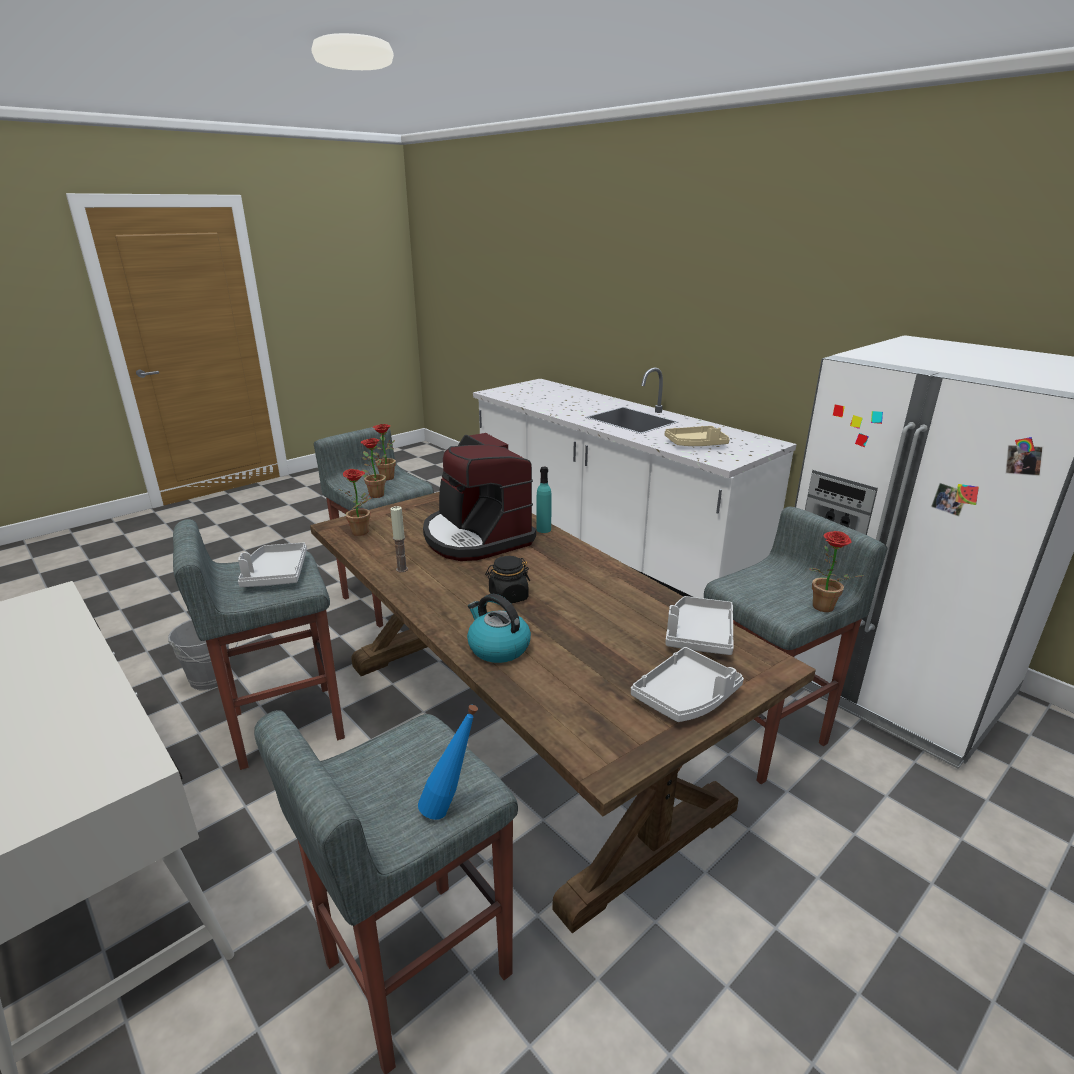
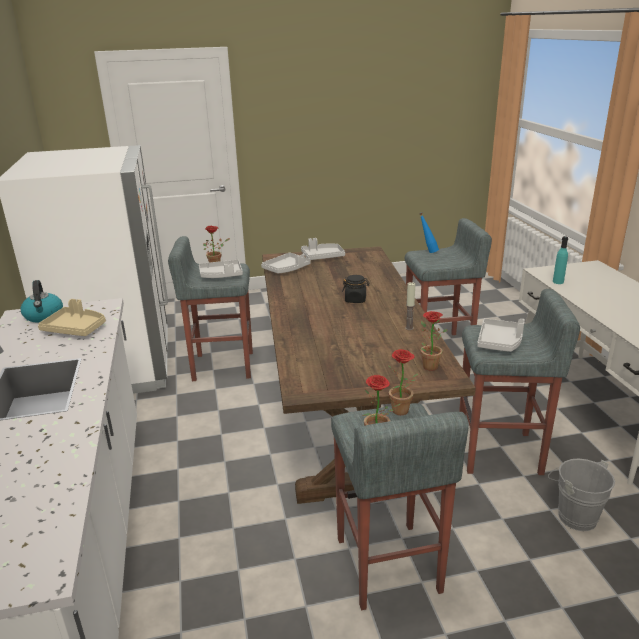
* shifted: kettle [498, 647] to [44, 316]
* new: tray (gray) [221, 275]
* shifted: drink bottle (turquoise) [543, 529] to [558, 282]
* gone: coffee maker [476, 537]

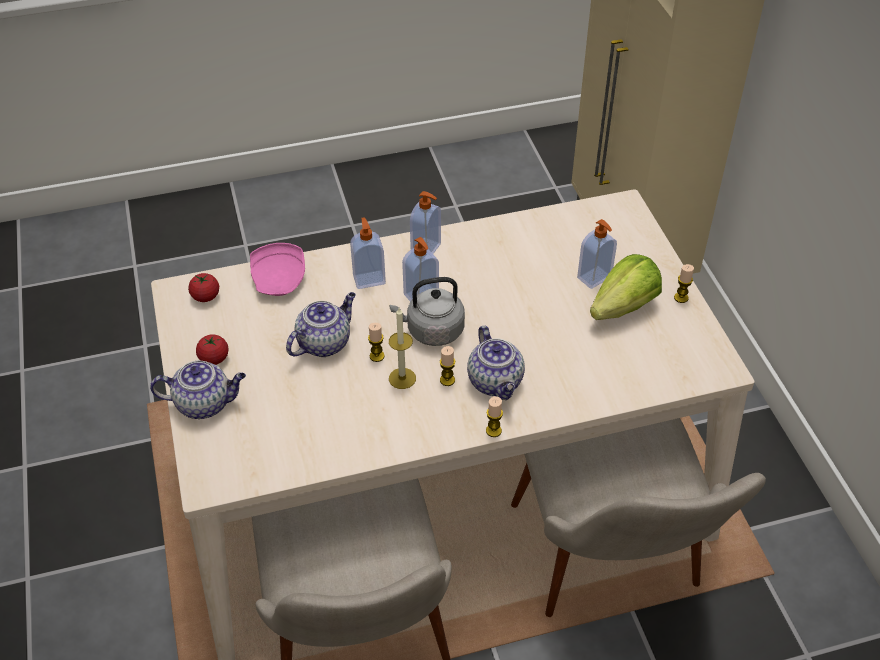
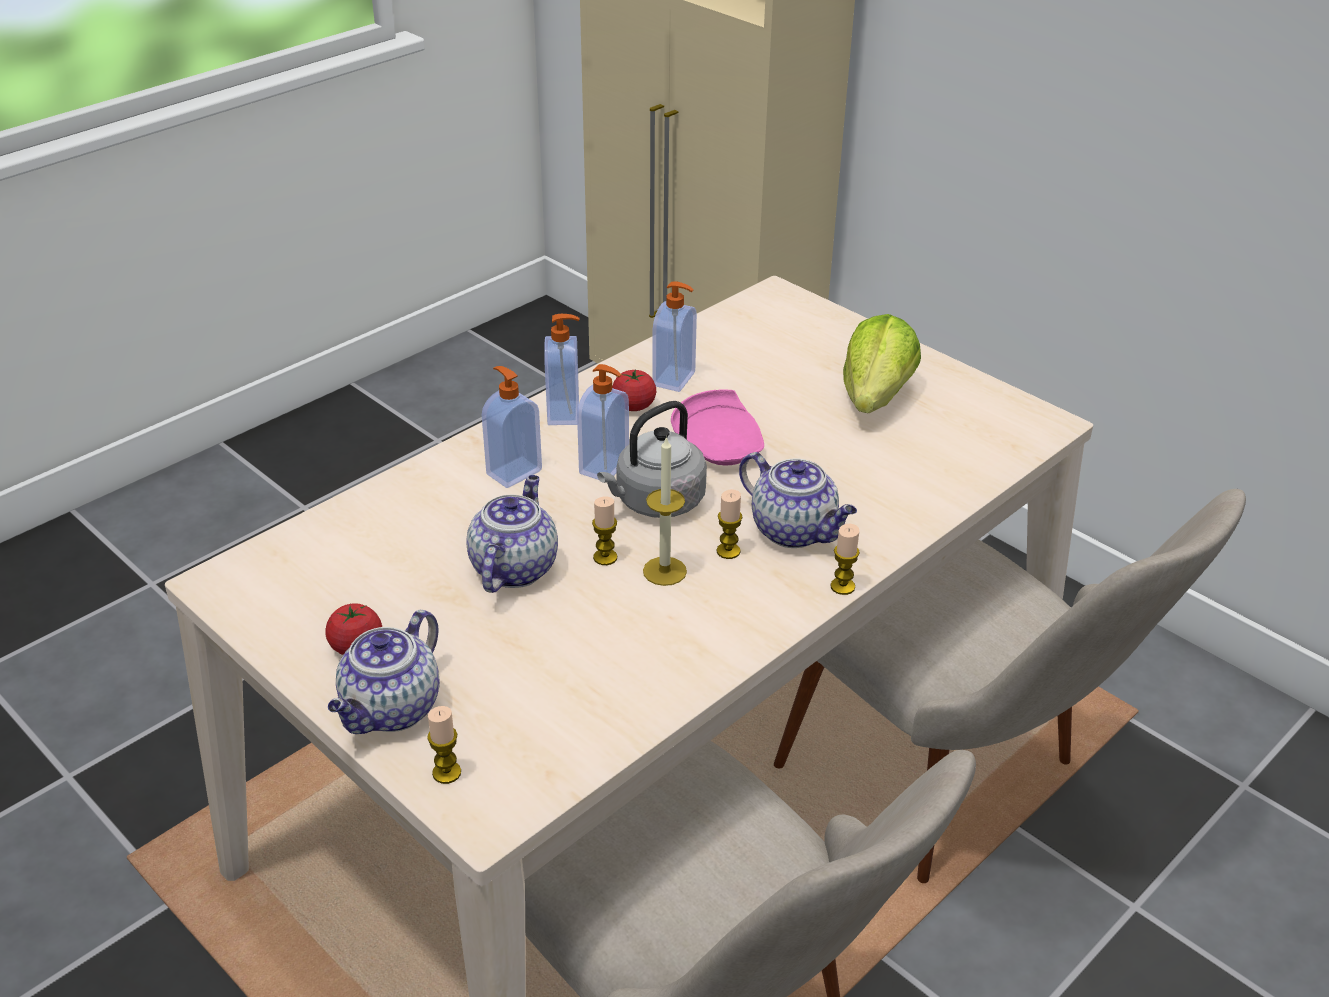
* rotated: pot for tea [205, 403] = [391, 710] 150 degrees clockwise
* shifted: wax light [681, 298] to [446, 773]
* shifted: fresh tomato [205, 296] to [634, 406]
* shifted: soap dispenser [595, 278] to [675, 379]
* shifted: plate (pink-coloured) [280, 280] to [720, 446]

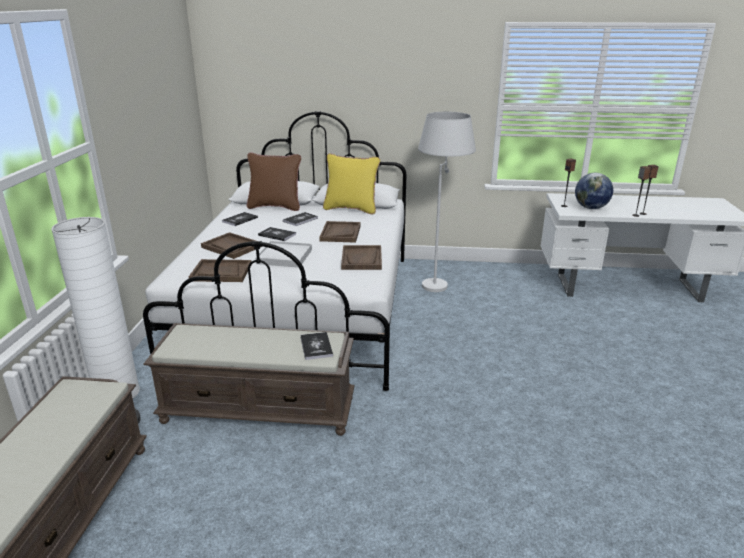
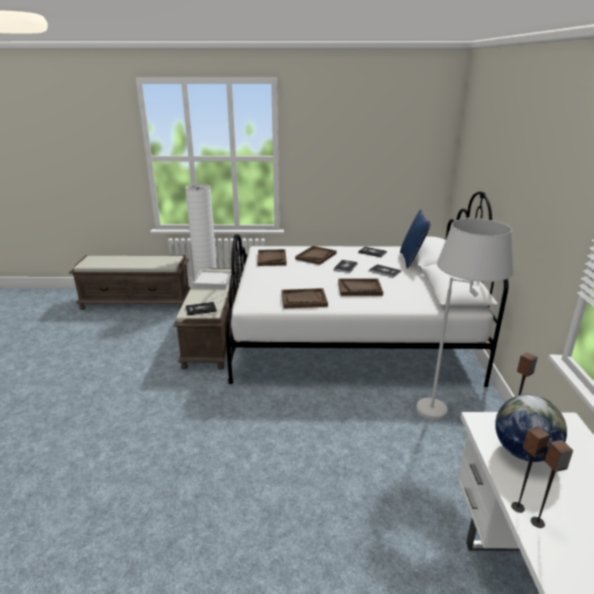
* shifted: tray (whitish) [284, 256] to [213, 281]
* repainted: throw pillow (brownish) [275, 207] to throw pillow (blue) [411, 260]
* gone: throw pillow (yellow) [351, 209]

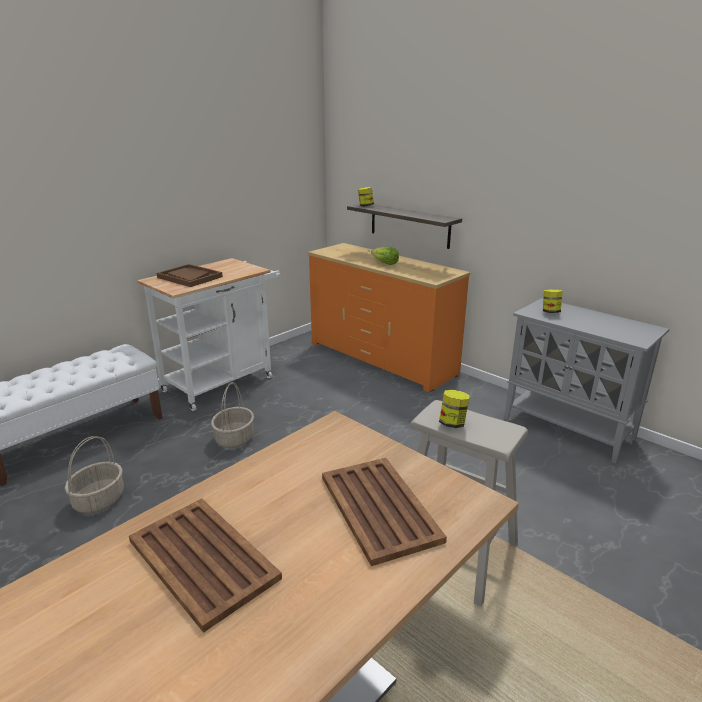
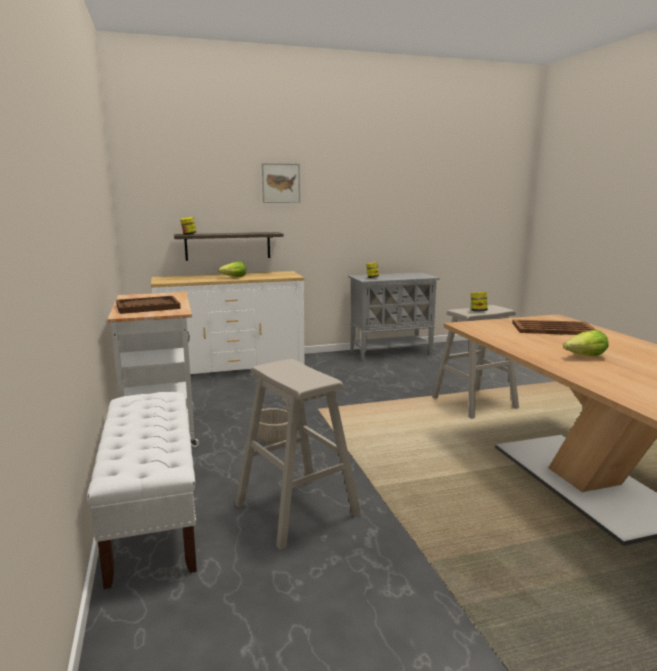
* repainted: chest of drawers (orange-coloured) [382, 358] to chest of drawers (whitish) [232, 367]
* swapped: household basket [99, 499] to stool seat (sand-coloured) [296, 509]
* new: picture [281, 183]
* swapped: tray (brownish) [203, 560] to lettuce head [585, 356]

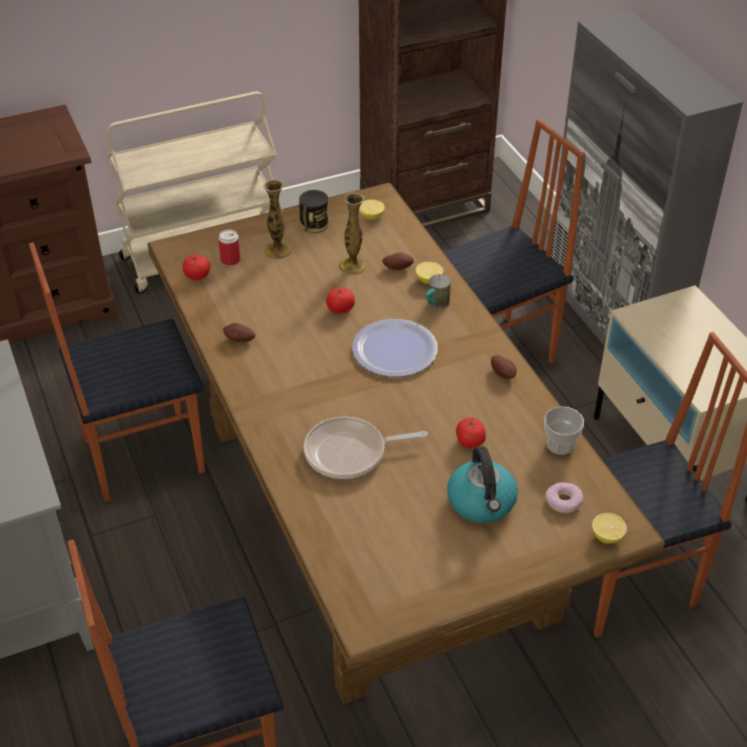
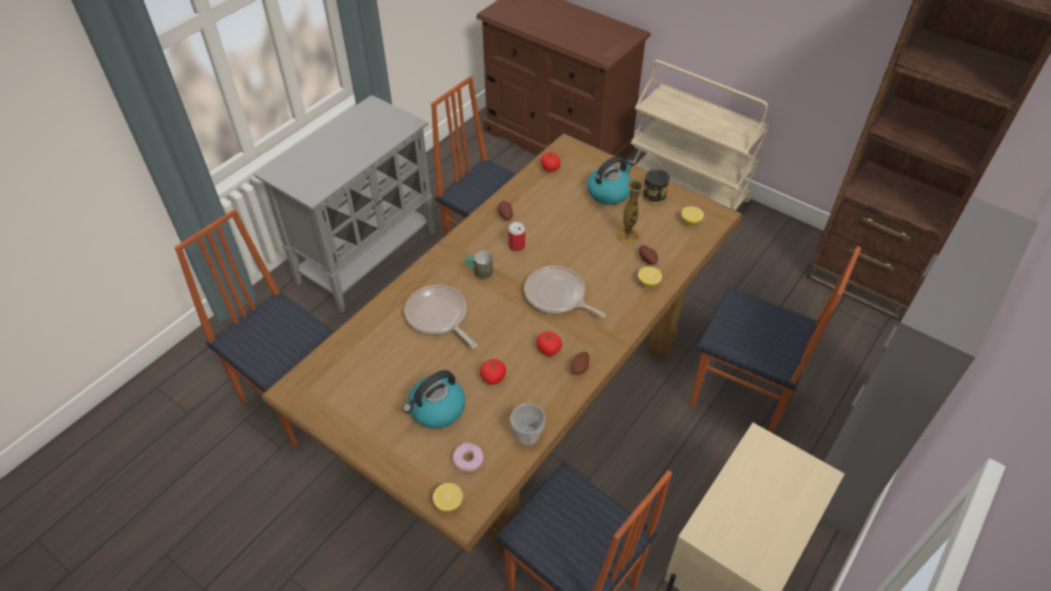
* shifted: tea mug [435, 305] to [479, 273]
* shifted: metal can [230, 260] to [516, 246]
* swapped: plate [395, 350] to pan [557, 296]
* shifted: fresh tomato [340, 309] to [548, 350]
* swapped: vase [278, 250] to kettle [609, 192]

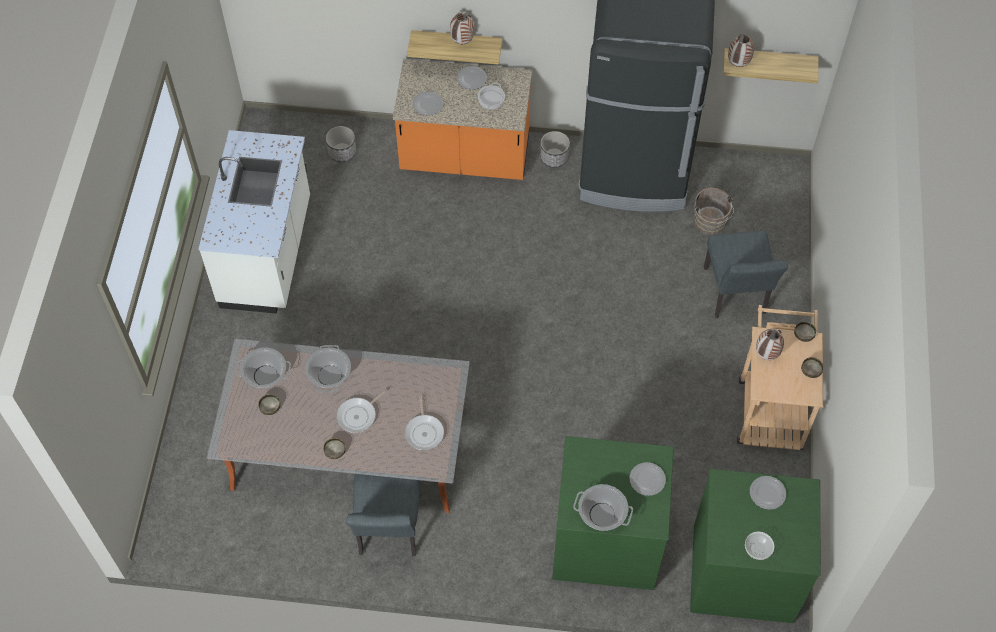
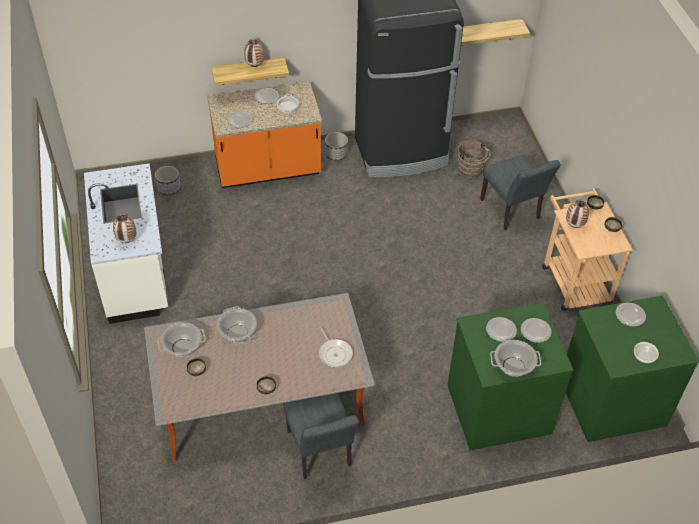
* shifted: vase [738, 64] to [127, 241]
* new: plate [501, 330]
* gone: pan [358, 415]

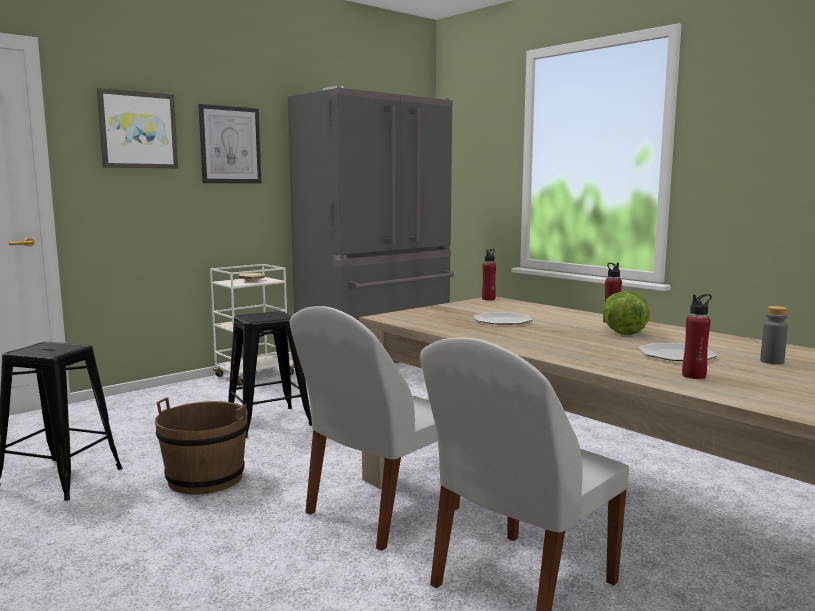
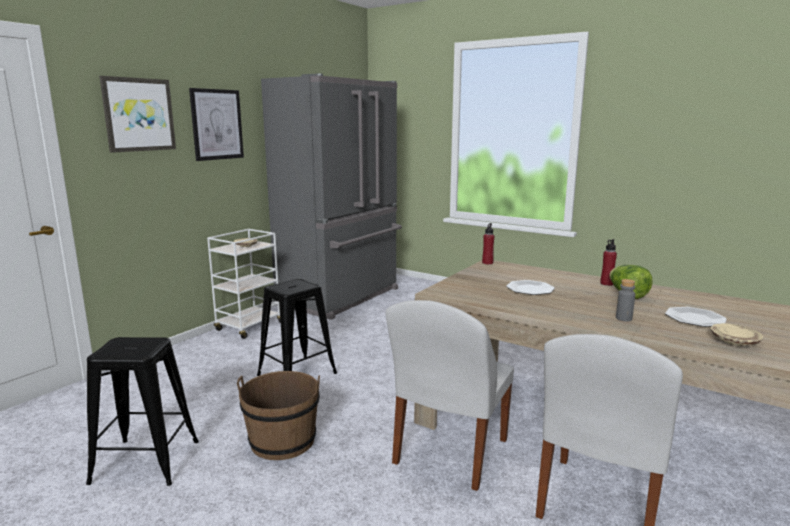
* shifted: drink bottle (gray) [772, 361] to [623, 318]
* swapped: drink bottle (red-coloured) [694, 376] to plate (sand-coloured) [734, 341]

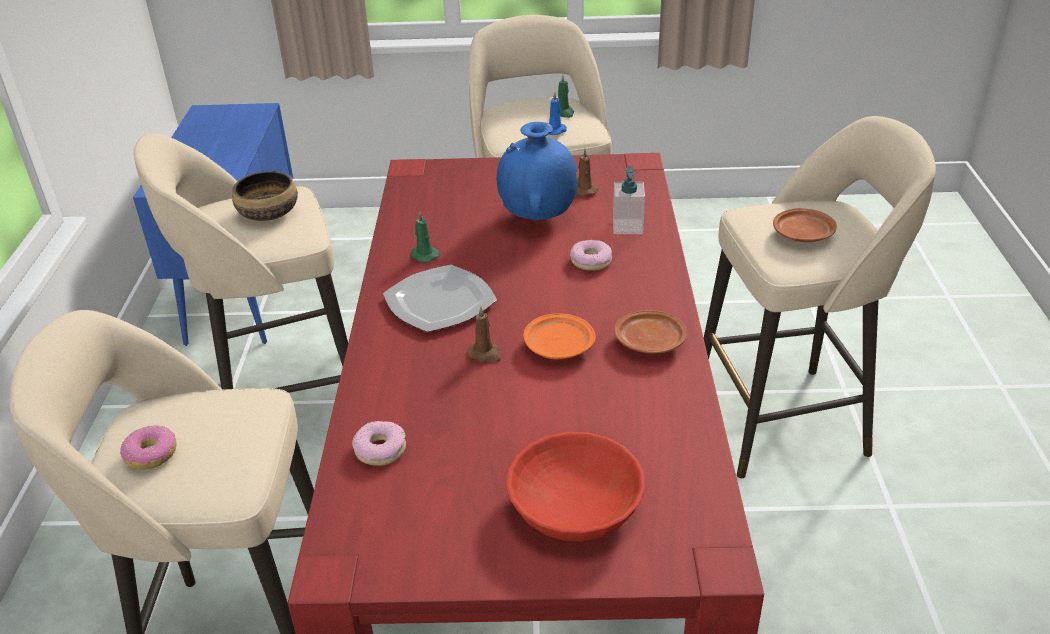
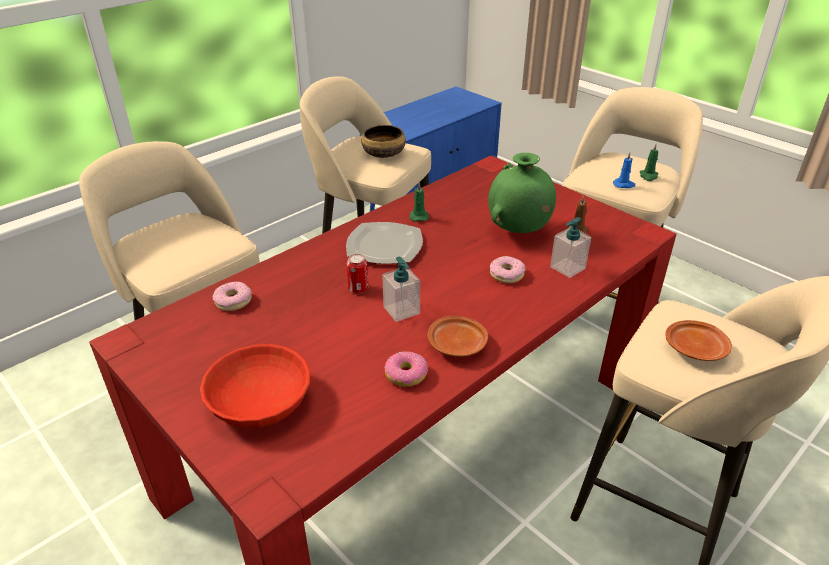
* swapped: wax light (brownish) [485, 354] to metal can [358, 288]
* swapped: plate (orange-coloured) [558, 346] to soap dispenser [401, 310]
* shifted: doughnut [151, 455] to [406, 375]
* repainted: vase (blue) [538, 218] to vase (green-coloured) [518, 231]

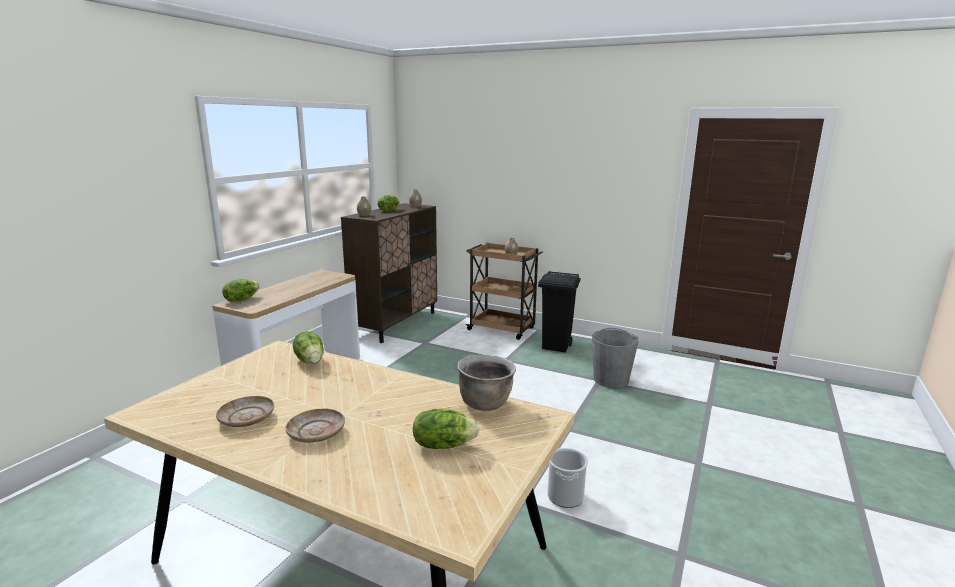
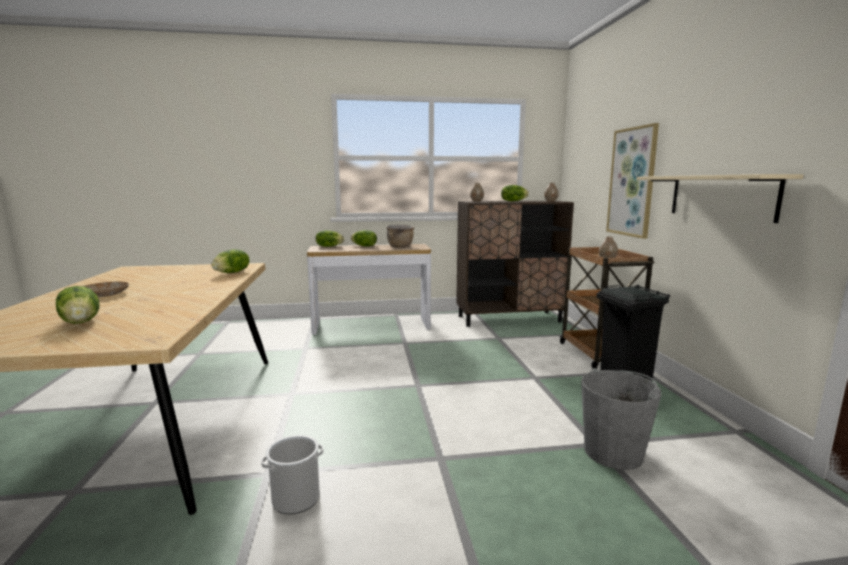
* new: lettuce head [364, 246]
* shifted: cooking pot (brownish) [485, 403] to [400, 247]
* new: picture [632, 182]
* new: wall shelf (sand-coloured) [720, 196]
* gone: plate (sand-coloured) [247, 418]

